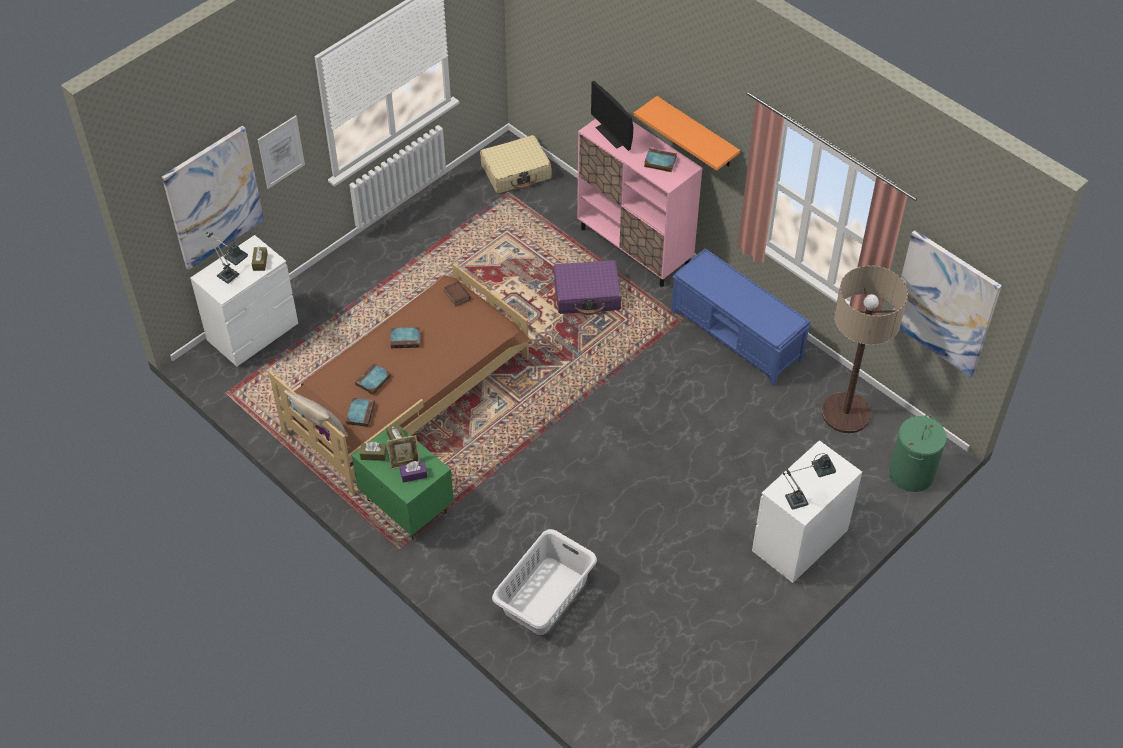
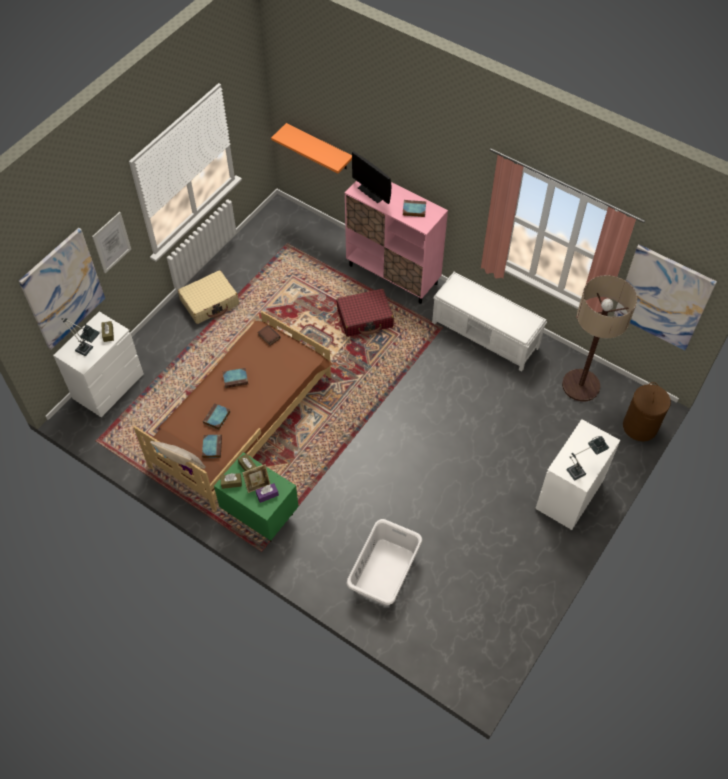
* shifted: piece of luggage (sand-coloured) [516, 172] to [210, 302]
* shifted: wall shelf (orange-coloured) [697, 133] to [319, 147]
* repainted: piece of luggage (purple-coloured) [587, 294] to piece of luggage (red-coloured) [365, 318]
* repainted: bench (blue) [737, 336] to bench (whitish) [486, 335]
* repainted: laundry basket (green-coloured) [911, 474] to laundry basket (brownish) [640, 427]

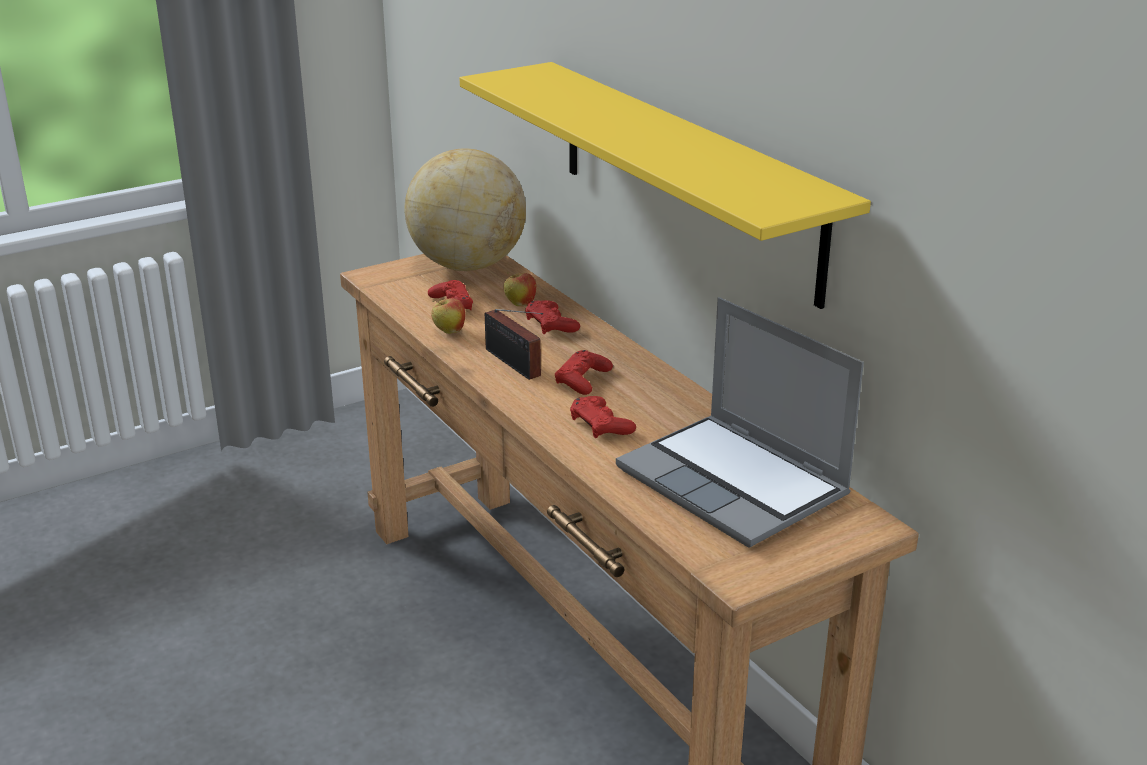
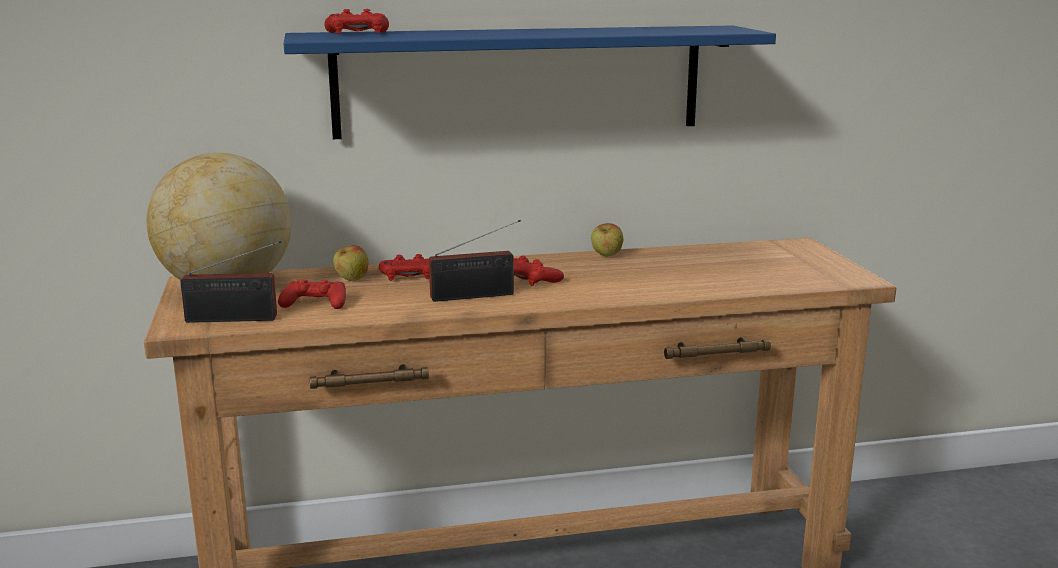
* new: radio set [236, 319]
* repainted: wall shelf (yellow) [686, 177] to wall shelf (blue) [519, 81]
* shifted: gamepad (red-coloured) [601, 425] to [357, 33]
* shifted: apple [449, 332] to [606, 256]
* gone: portable computer [735, 483]

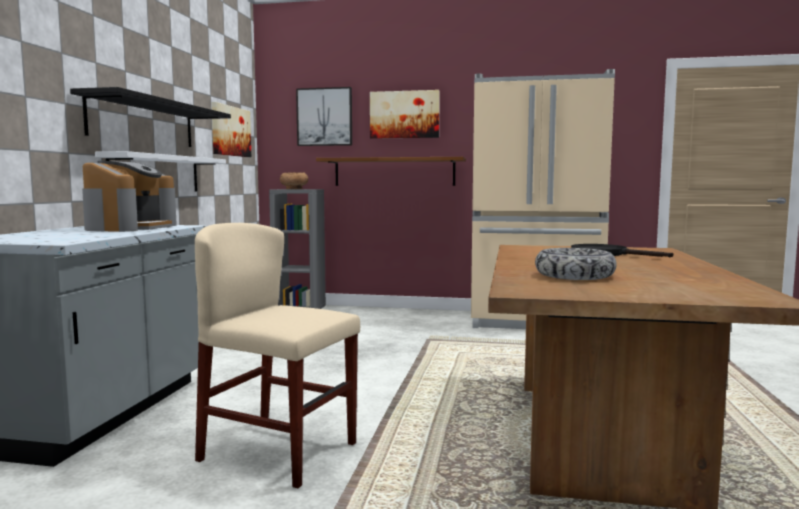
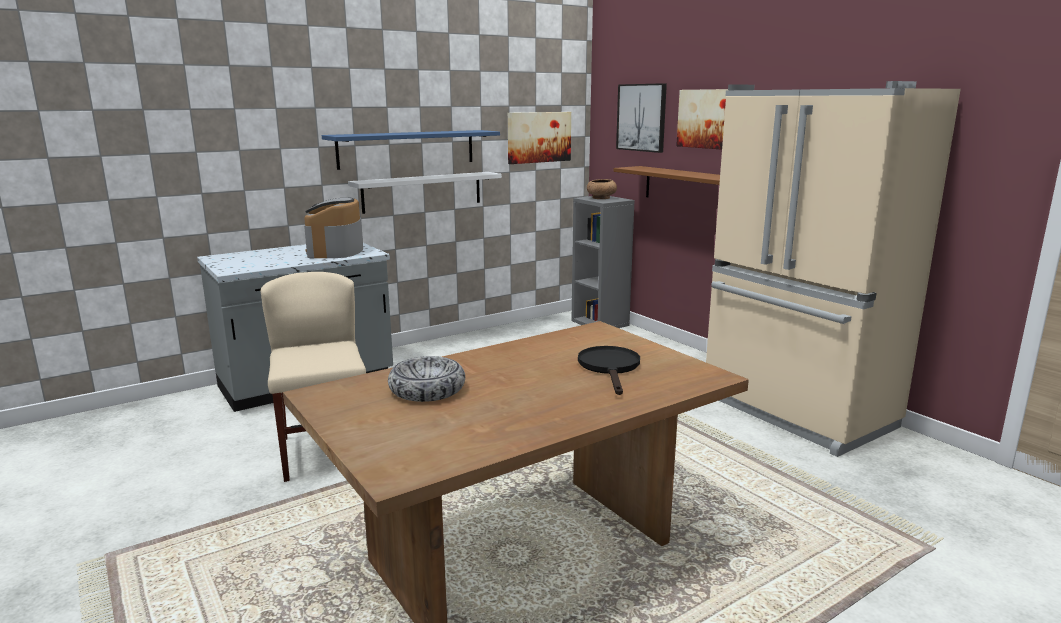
* rotated: coffee maker [131, 227] = [335, 251] 120 degrees clockwise
* repainted: wall shelf (black-coloured) [143, 123] to wall shelf (blue) [407, 149]

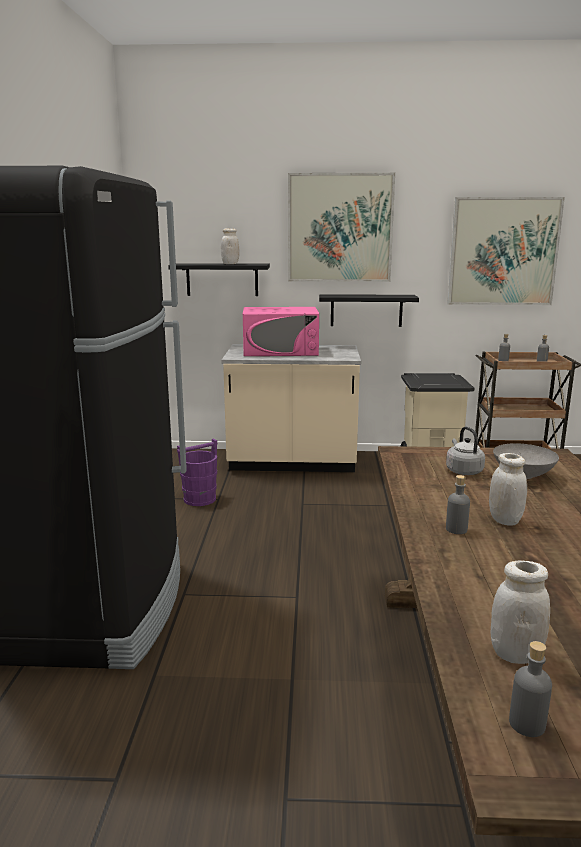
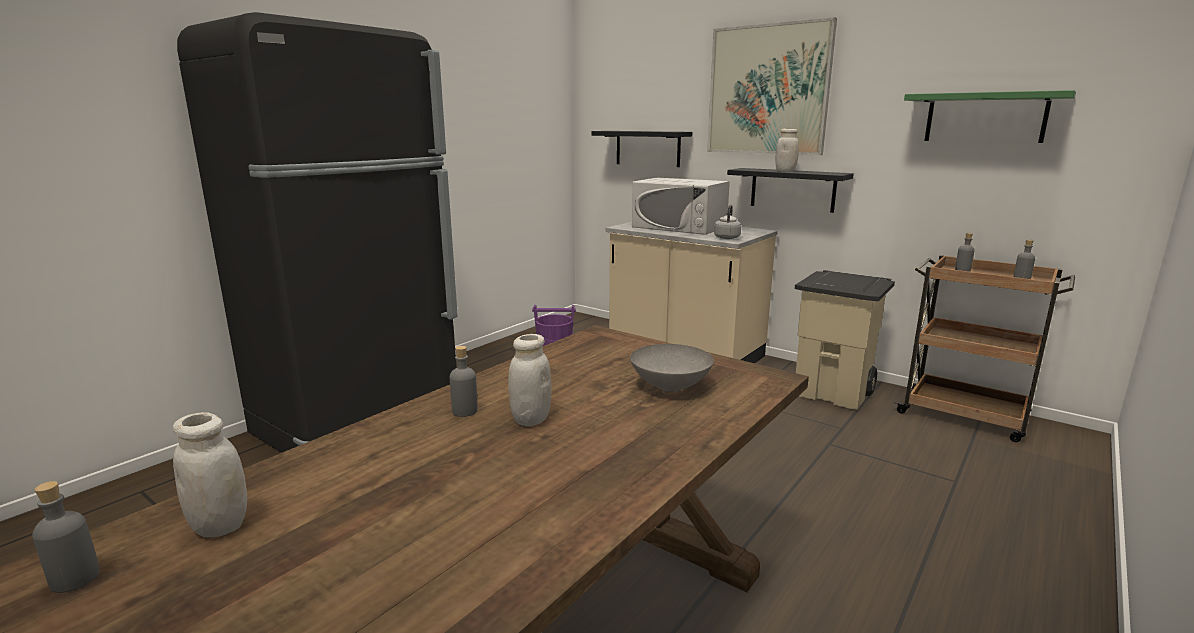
* repainted: microwave (pink-coloured) [280, 351] to microwave (whitish) [679, 227]
* shifted: kettle (gray) [463, 470] to [727, 237]
* shifted: storage jar (whitish) [230, 264] to [785, 171]
* swapped: picture [503, 252] to wall shelf (green-coloured) [985, 118]

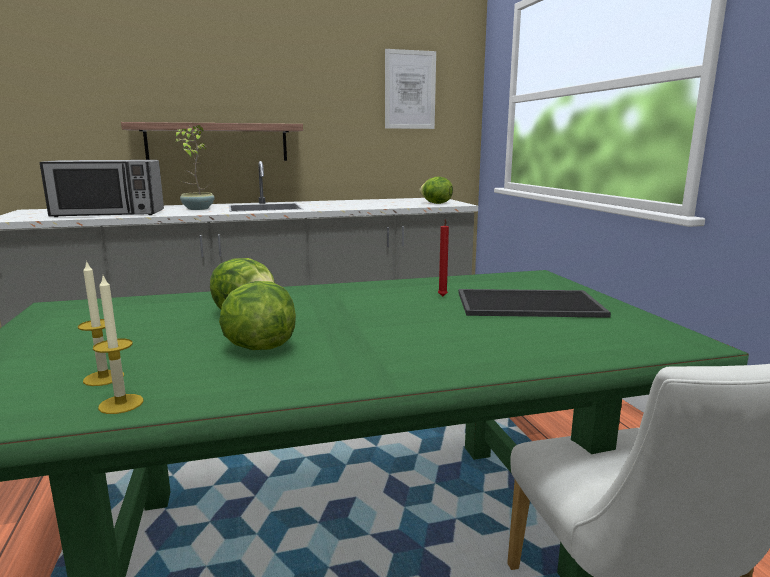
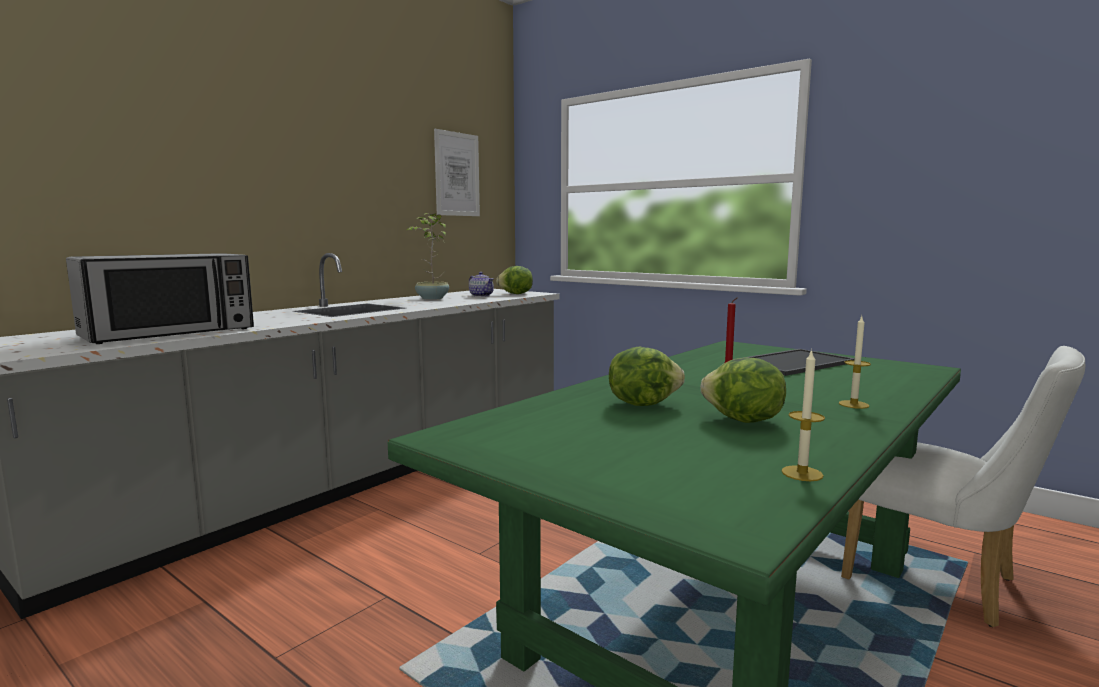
* shifted: plant in a pot [197, 209] to [431, 298]
* new: pot for tea [481, 295]
* shifted: wax light [103, 378] to [853, 404]
* gone: wall shelf [217, 142]

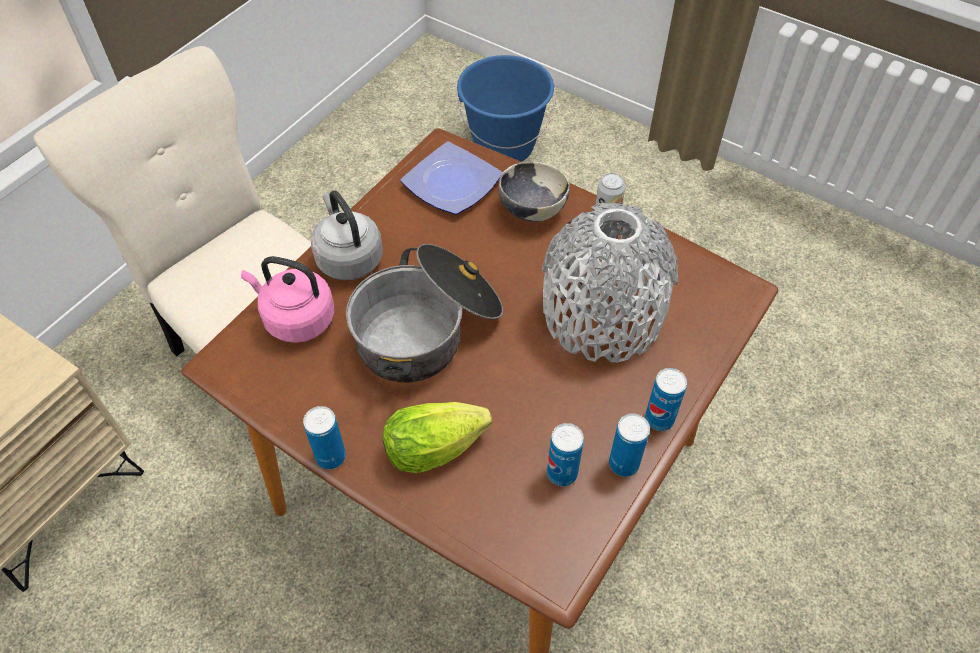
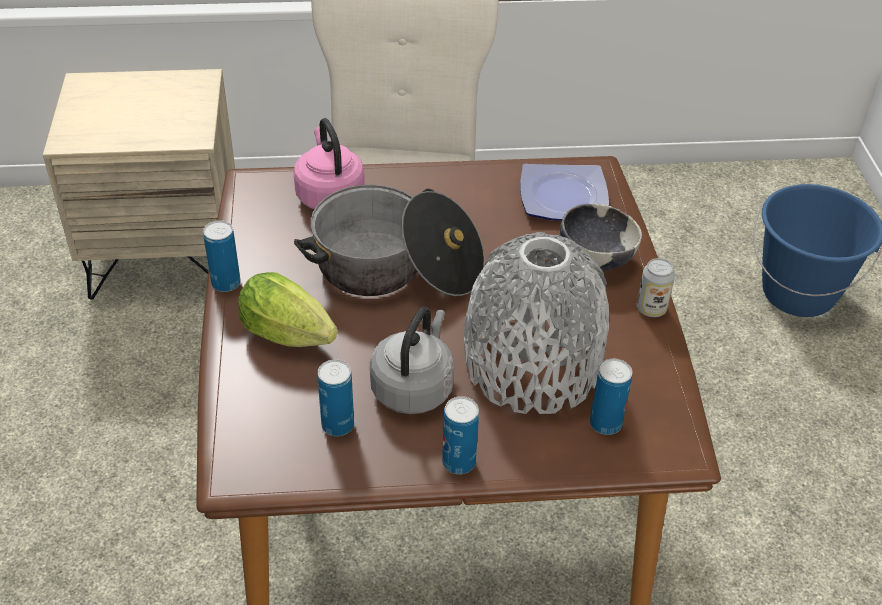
* shifted: kettle (gray) [348, 258] to [414, 387]
* shifted: metal can [623, 464] to [605, 424]

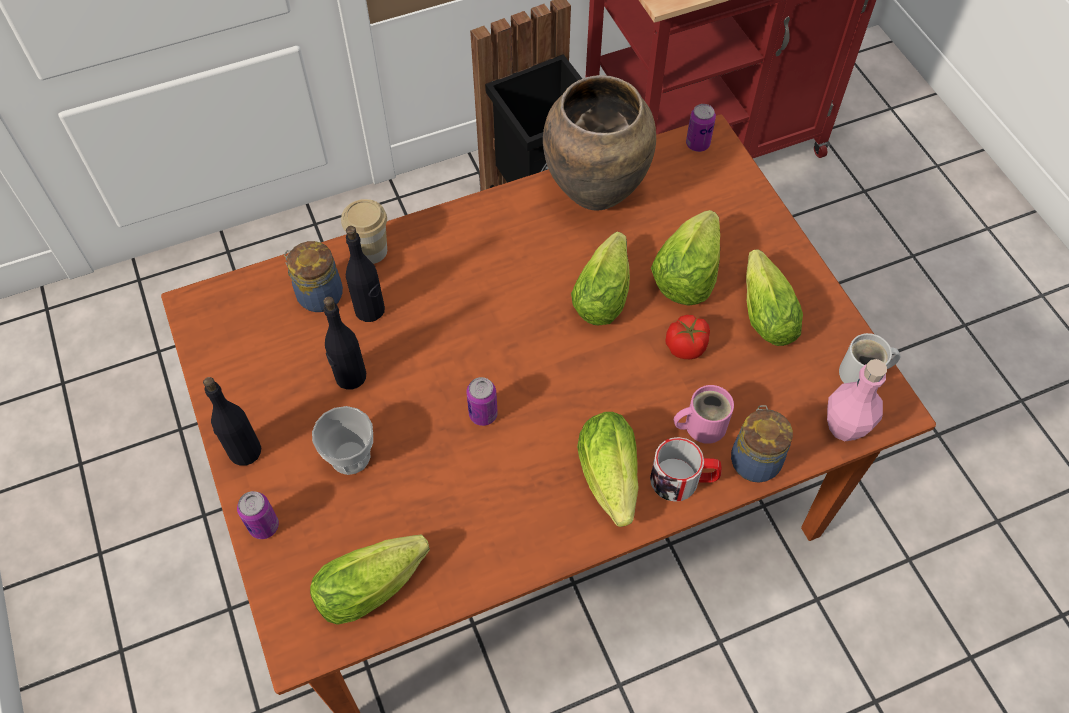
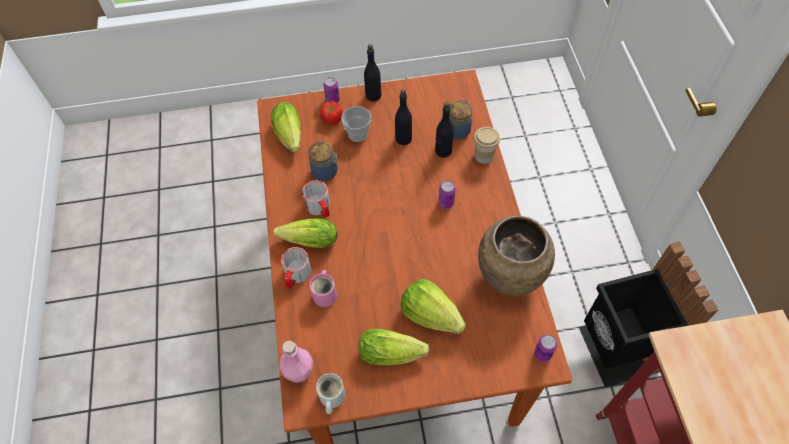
* new: tea mug [320, 208]
* shifted: storage jar [754, 459] to [326, 172]
* shifted: fresh tomato [686, 346] to [332, 119]
* shifted: metal can [483, 414] to [446, 202]
* gone: lettuce head [604, 290]

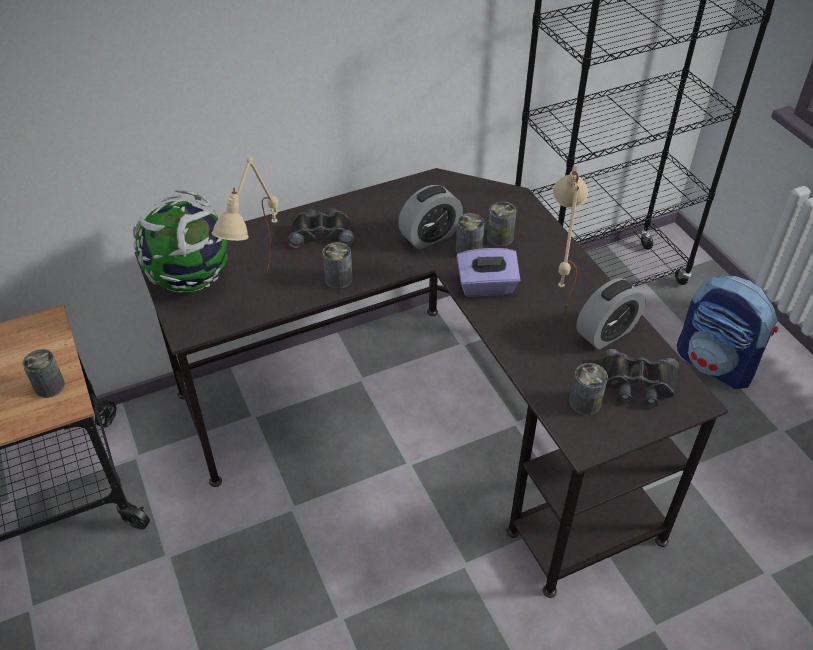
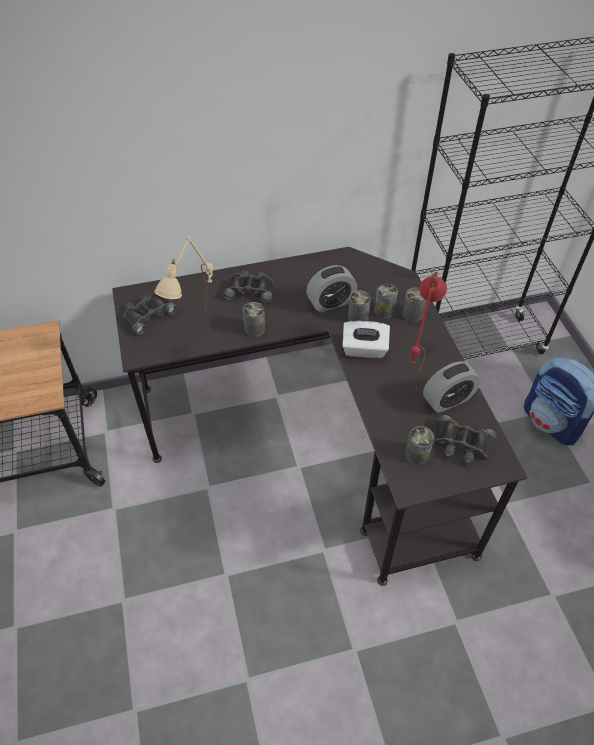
* swapped: world globe [191, 279] to binoculars (black-coloured) [147, 315]
* repainted: box of tissues (purple-coloured) [486, 287] to box of tissues (whitish) [364, 350]
* shifted: metal can [49, 386] to [412, 314]
* repainted: table lamp (sand-coloured) [554, 300] to table lamp (red-coloured) [413, 368]

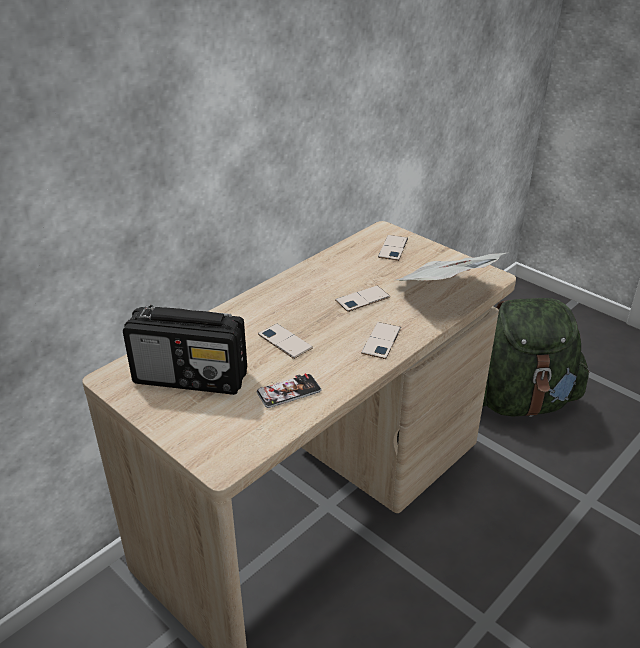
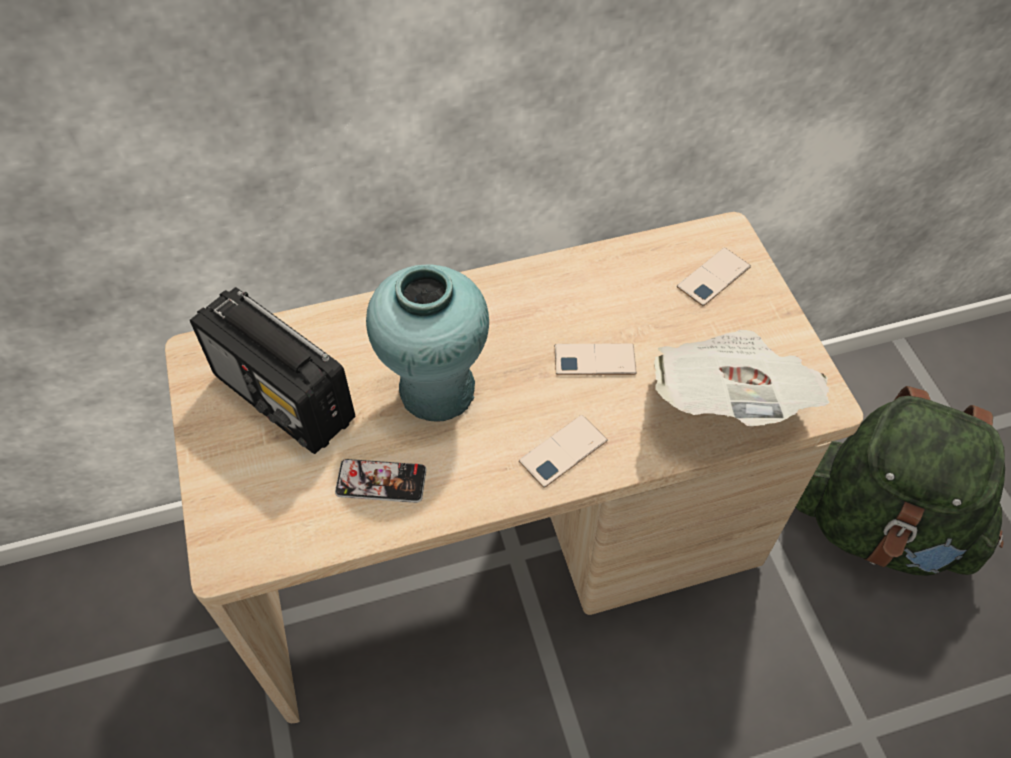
* swapped: phone [285, 341] to vase (turquoise) [436, 390]

